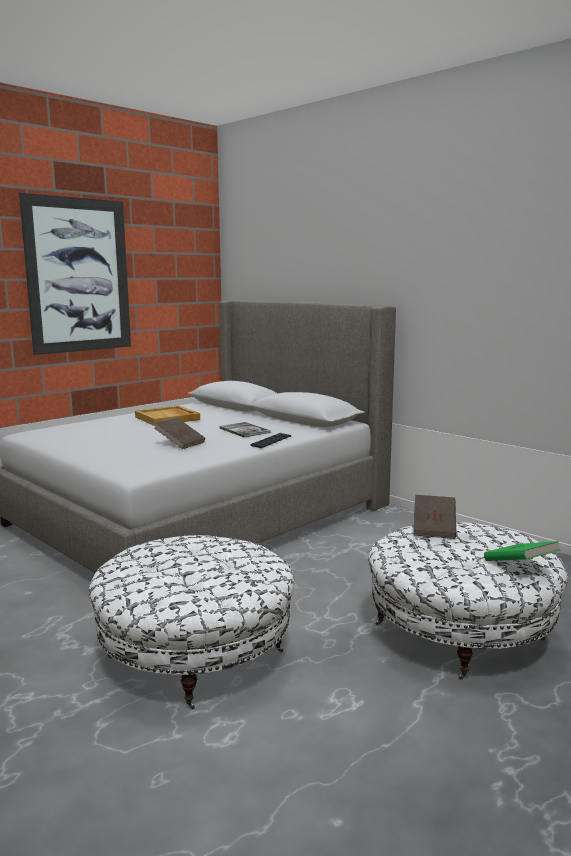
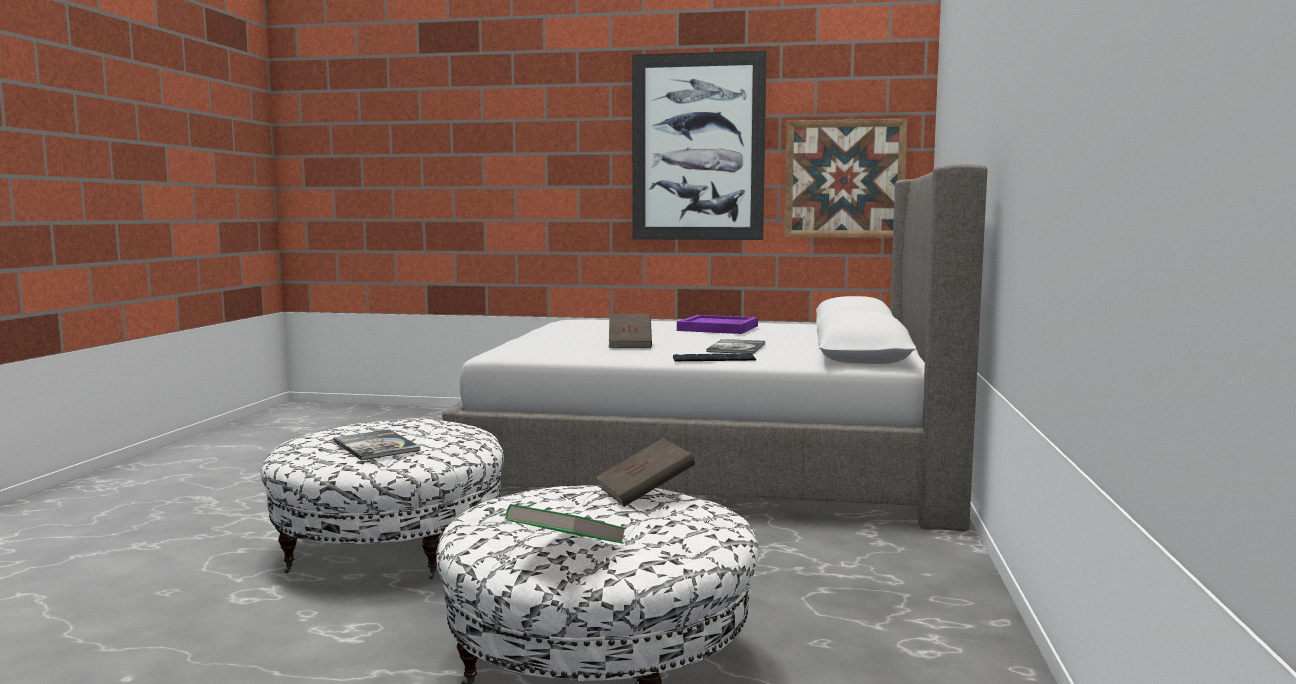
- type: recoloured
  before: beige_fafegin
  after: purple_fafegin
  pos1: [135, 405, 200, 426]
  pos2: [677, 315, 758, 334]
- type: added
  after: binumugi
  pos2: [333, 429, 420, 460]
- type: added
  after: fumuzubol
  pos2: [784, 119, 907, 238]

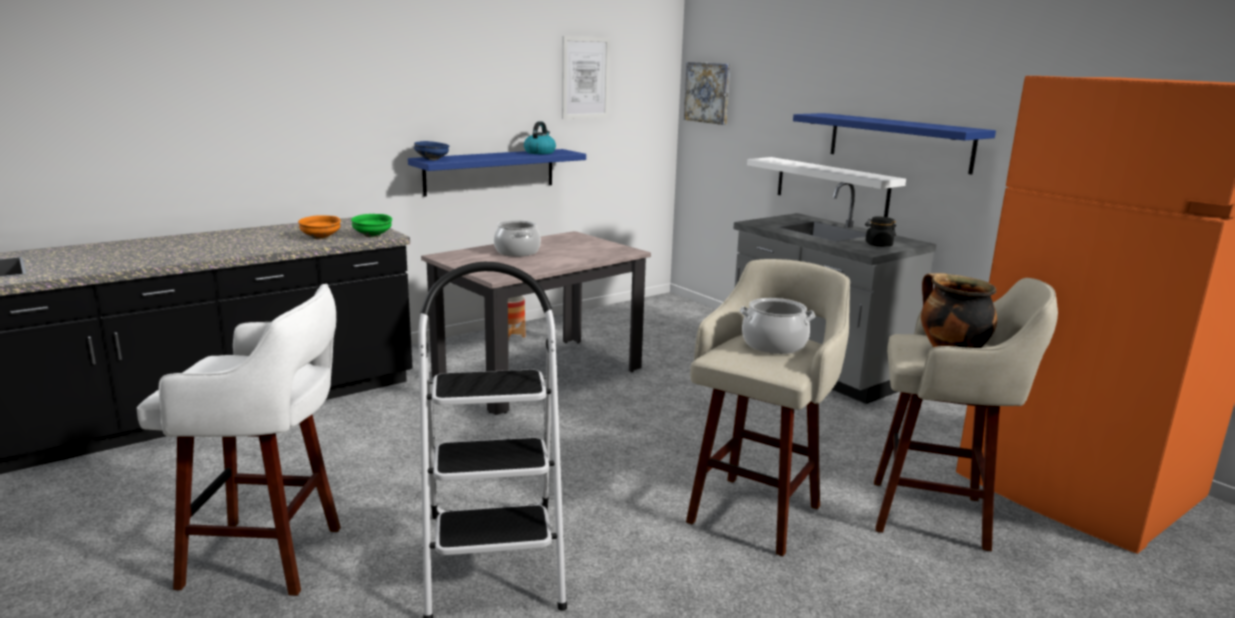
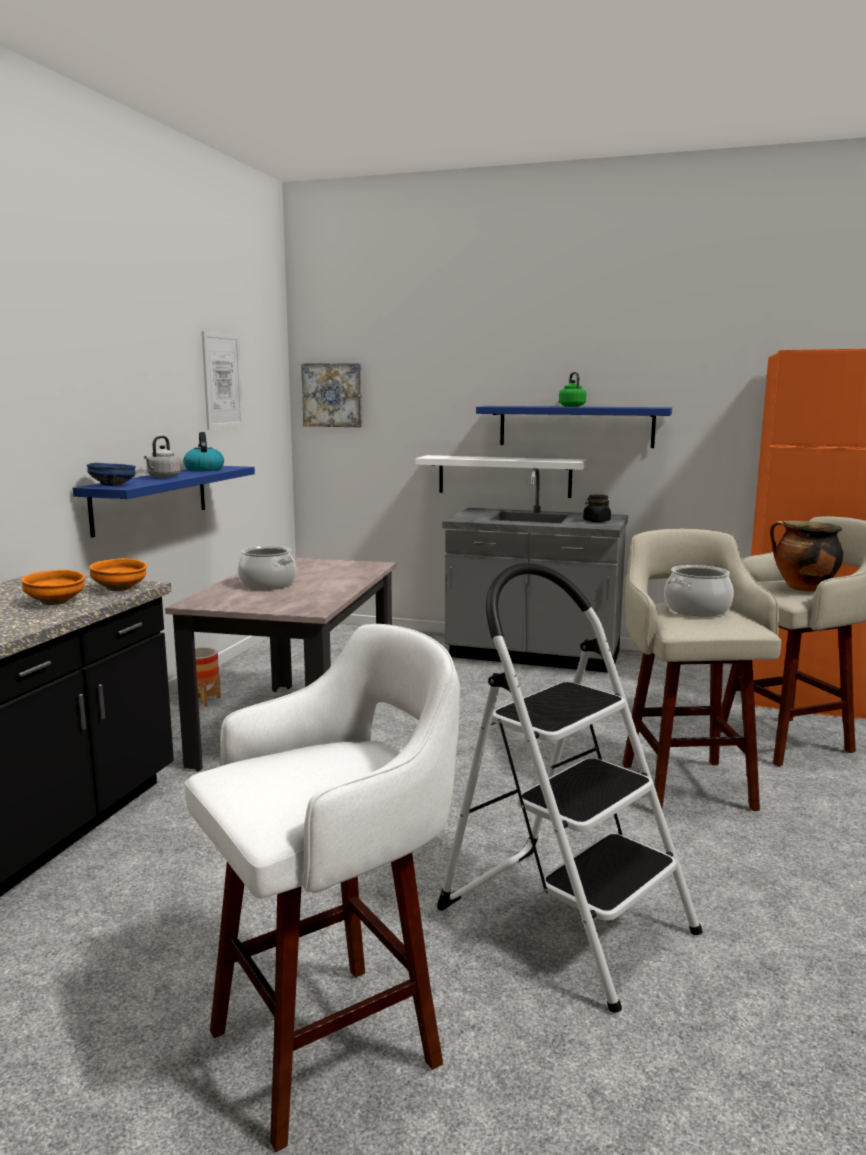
- type: recoloured
  before: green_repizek
  after: orange_repizek
  pos1: [351, 214, 392, 237]
  pos2: [89, 558, 147, 591]
- type: added
  after: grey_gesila
  pos2: [144, 436, 181, 478]
- type: added
  after: green_gesila
  pos2: [559, 372, 586, 407]

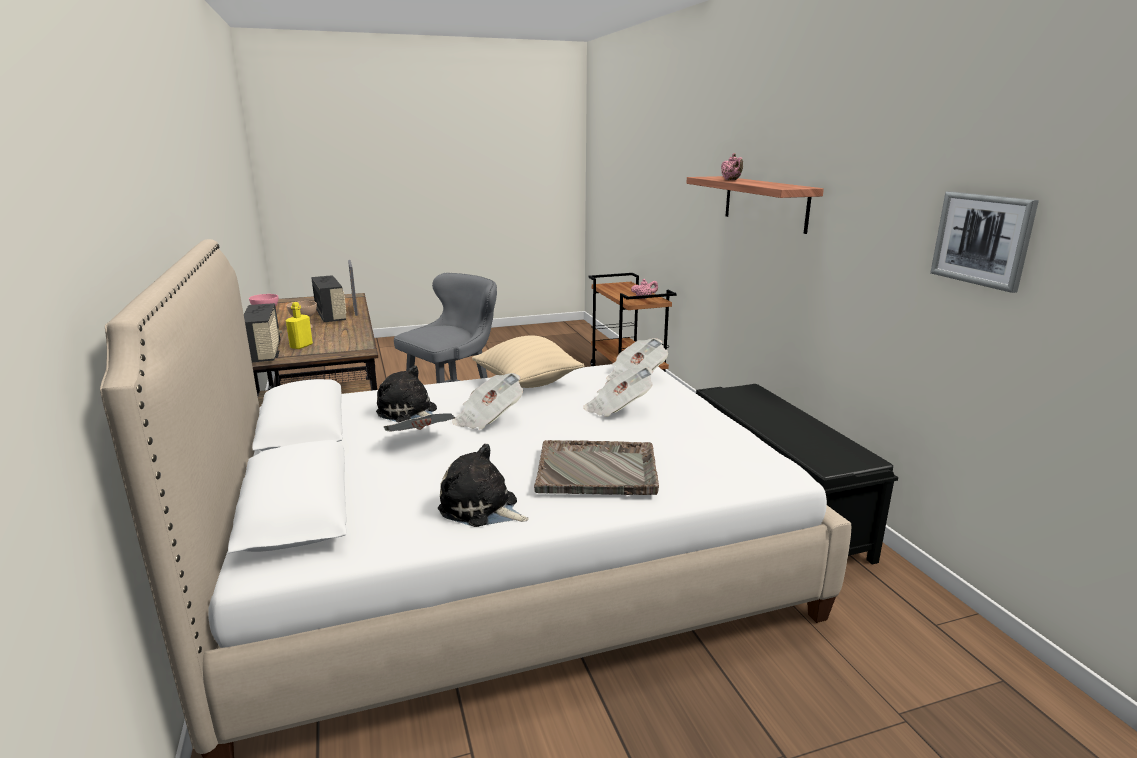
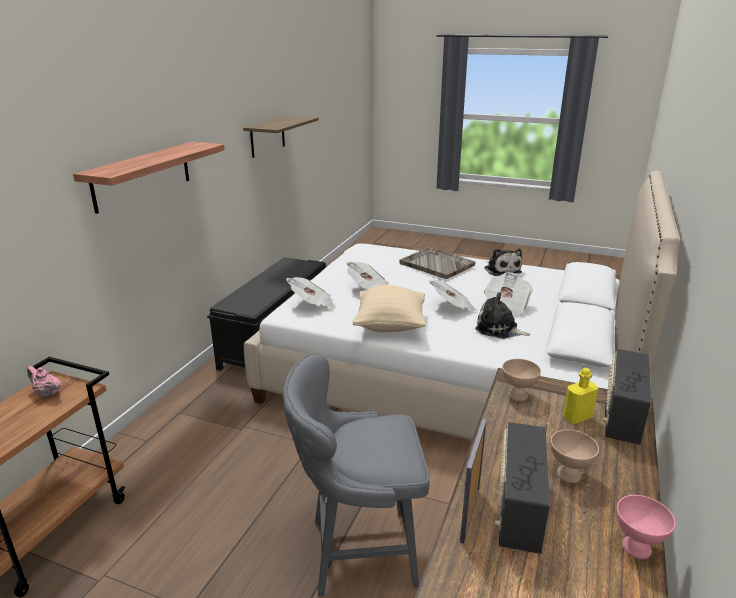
- type: turned
  before: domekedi
  pos1: [376, 365, 437, 422]
  pos2: [475, 292, 530, 339]
  turn: 135
- type: removed
  before: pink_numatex
  pos1: [721, 153, 743, 180]
- type: replaced
  before: fumuzubol
  after: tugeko
  pos1: [930, 191, 1039, 293]
  pos2: [243, 116, 319, 158]
- type: added
  after: beige_repizek
  pos2: [502, 359, 541, 401]

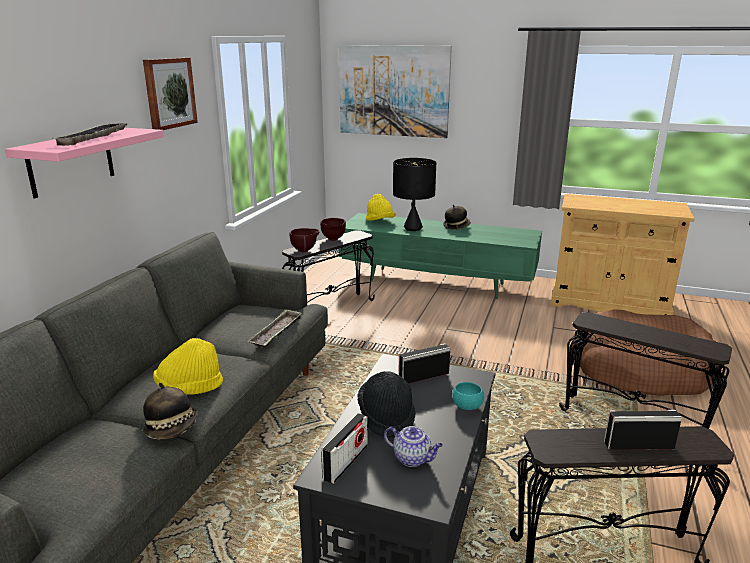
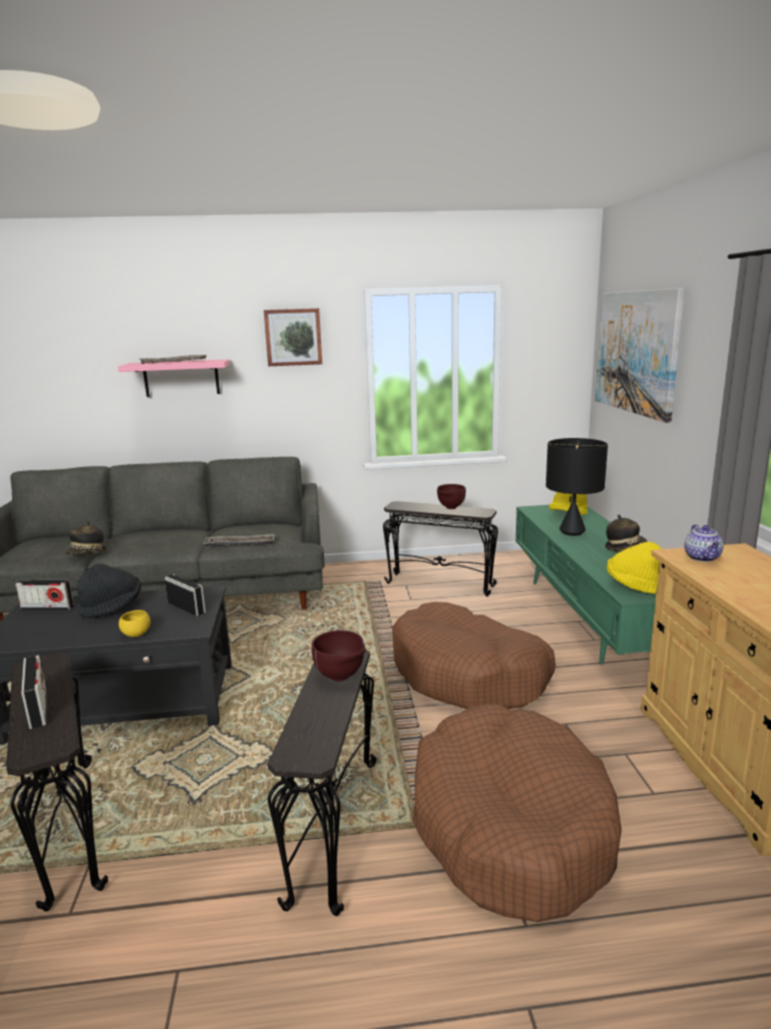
- type: moved
  before: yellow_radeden
  pos1: [153, 338, 223, 395]
  pos2: [607, 542, 662, 594]
- type: moved
  before: brown_repizek
  pos1: [290, 228, 320, 252]
  pos2: [311, 630, 366, 681]
- type: moved
  before: numatex
  pos1: [384, 426, 443, 467]
  pos2: [684, 524, 724, 562]
- type: recoloured
  before: turquoise_repizek
  after: yellow_repizek
  pos1: [452, 382, 484, 410]
  pos2: [119, 610, 150, 637]
- type: added
  after: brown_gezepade
  pos2: [392, 602, 556, 709]

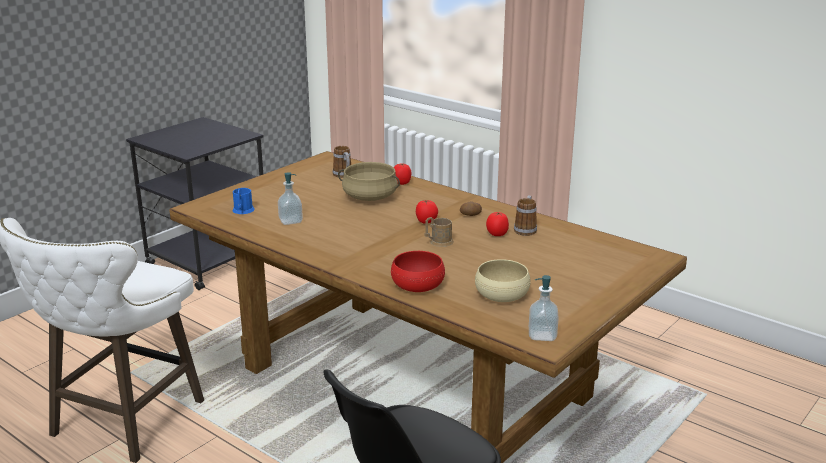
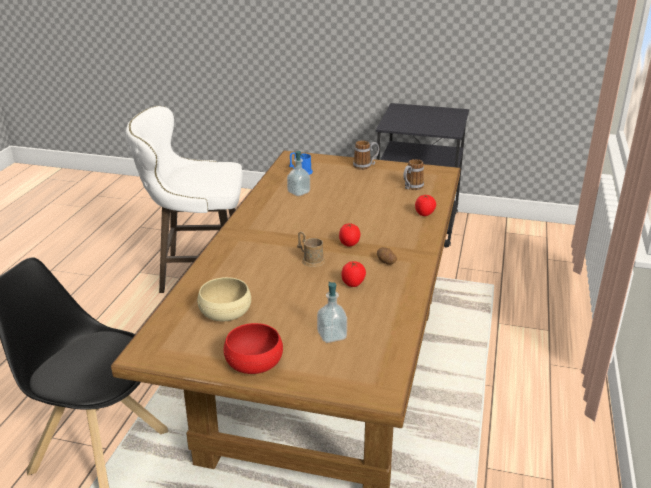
- type: removed
  before: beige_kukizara
  pos1: [338, 162, 400, 201]
- type: moved
  before: red_repizek
  pos1: [391, 251, 445, 292]
  pos2: [224, 323, 283, 374]
- type: moved
  before: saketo
  pos1: [514, 196, 537, 236]
  pos2: [353, 140, 379, 170]
- type: moved
  before: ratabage
  pos1: [529, 275, 559, 341]
  pos2: [317, 282, 347, 343]

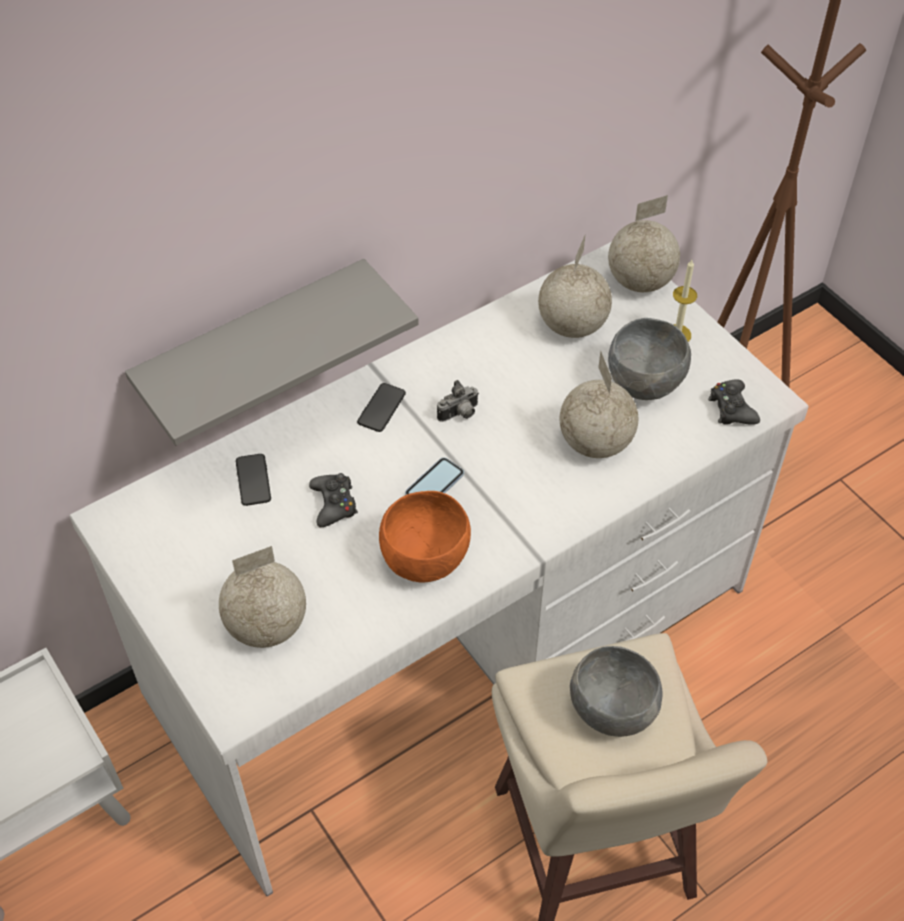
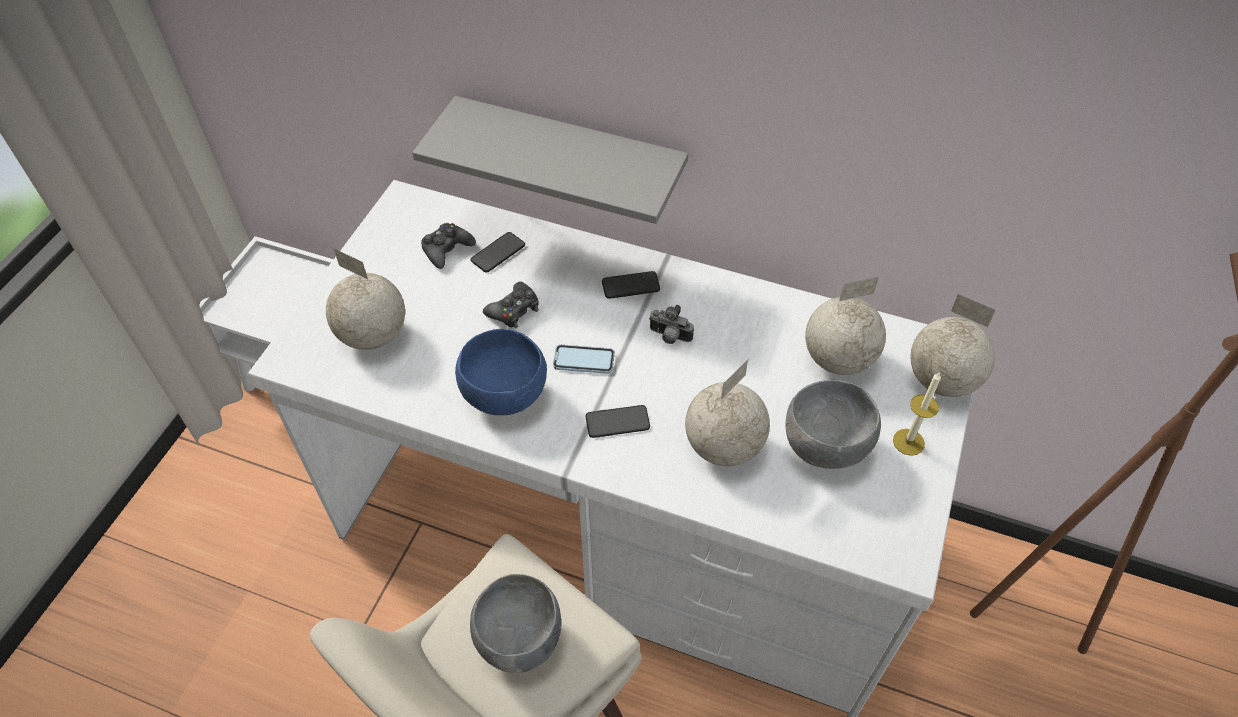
- type: recoloured
  before: orange_repizek
  after: blue_repizek
  pos1: [379, 491, 471, 583]
  pos2: [455, 329, 547, 415]
- type: moved
  before: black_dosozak
  pos1: [708, 379, 760, 425]
  pos2: [421, 223, 476, 269]
- type: added
  after: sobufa
  pos2: [586, 405, 650, 438]

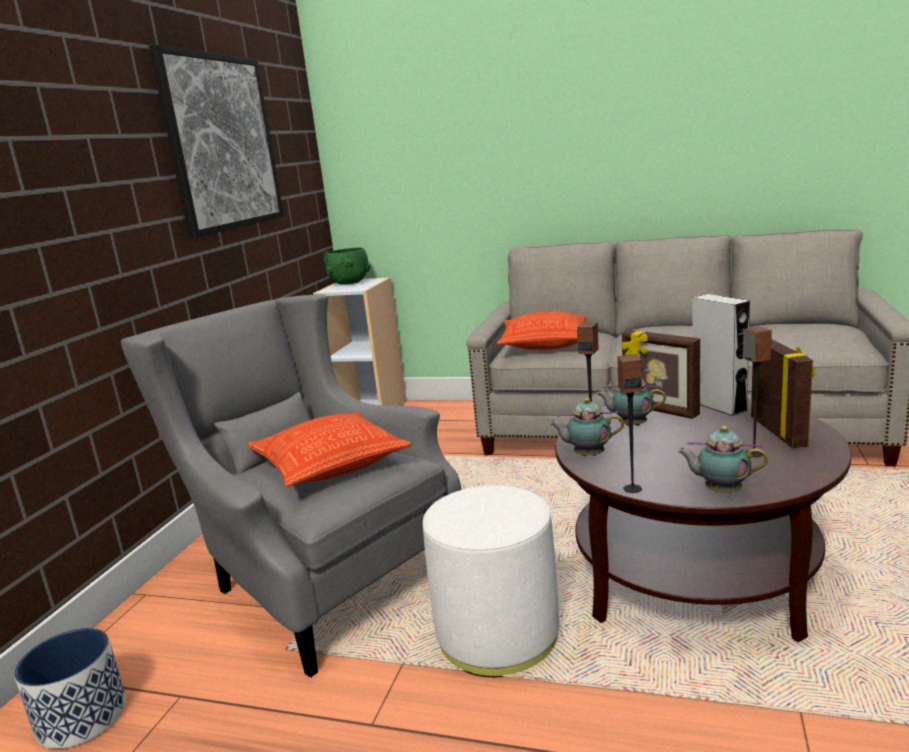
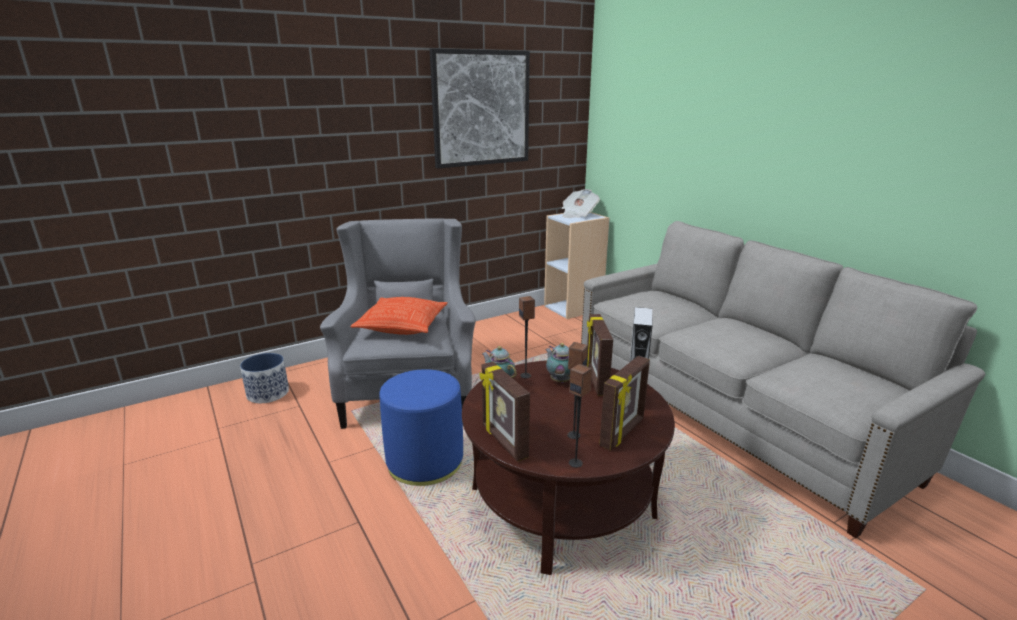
- type: replaced
  before: green_repizek
  after: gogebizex
  pos1: [323, 248, 371, 285]
  pos2: [562, 189, 600, 218]
- type: recoloured
  before: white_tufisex
  after: blue_tufisex
  pos1: [423, 485, 559, 677]
  pos2: [379, 369, 463, 486]
- type: removed
  before: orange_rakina
  pos1: [497, 311, 587, 350]
- type: moved
  before: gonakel
  pos1: [617, 354, 642, 493]
  pos2: [569, 364, 592, 468]
- type: replaced
  before: numatex
  after: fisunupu
  pos1: [677, 426, 768, 493]
  pos2: [479, 361, 530, 462]

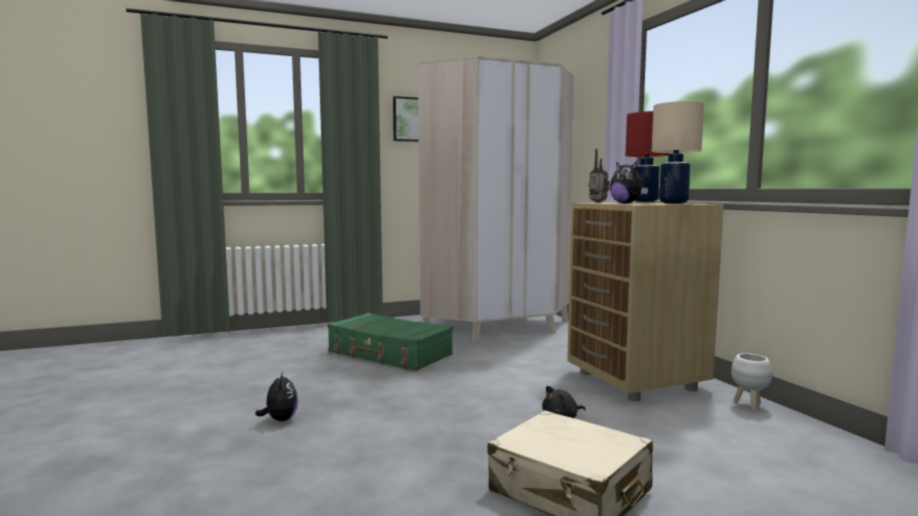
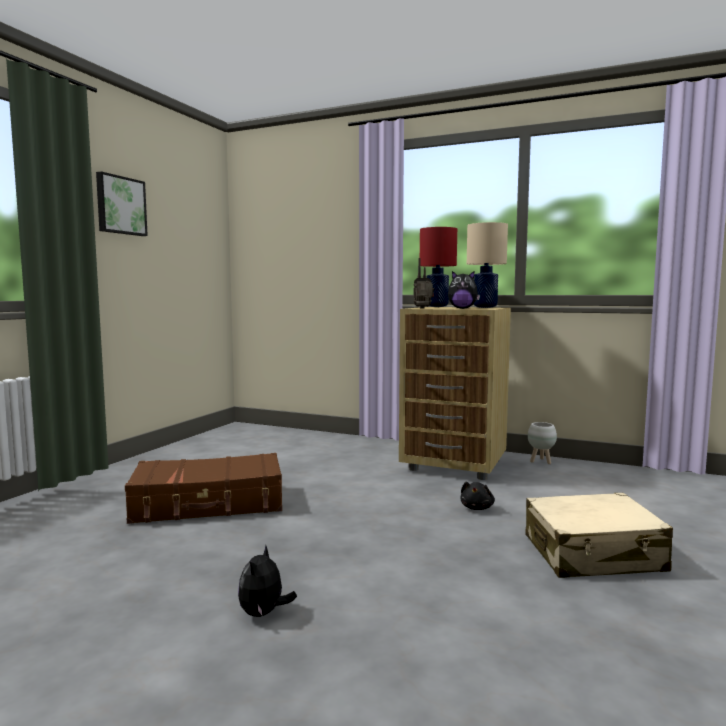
- type: turned
  before: domekedi
  pos1: [255, 371, 298, 421]
  pos2: [238, 545, 297, 617]
  turn: -105
- type: recoloured
  before: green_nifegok
  after: brown_nifegok
  pos1: [328, 313, 453, 371]
  pos2: [125, 453, 282, 524]
- type: removed
  before: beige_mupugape
  pos1: [418, 56, 574, 342]

